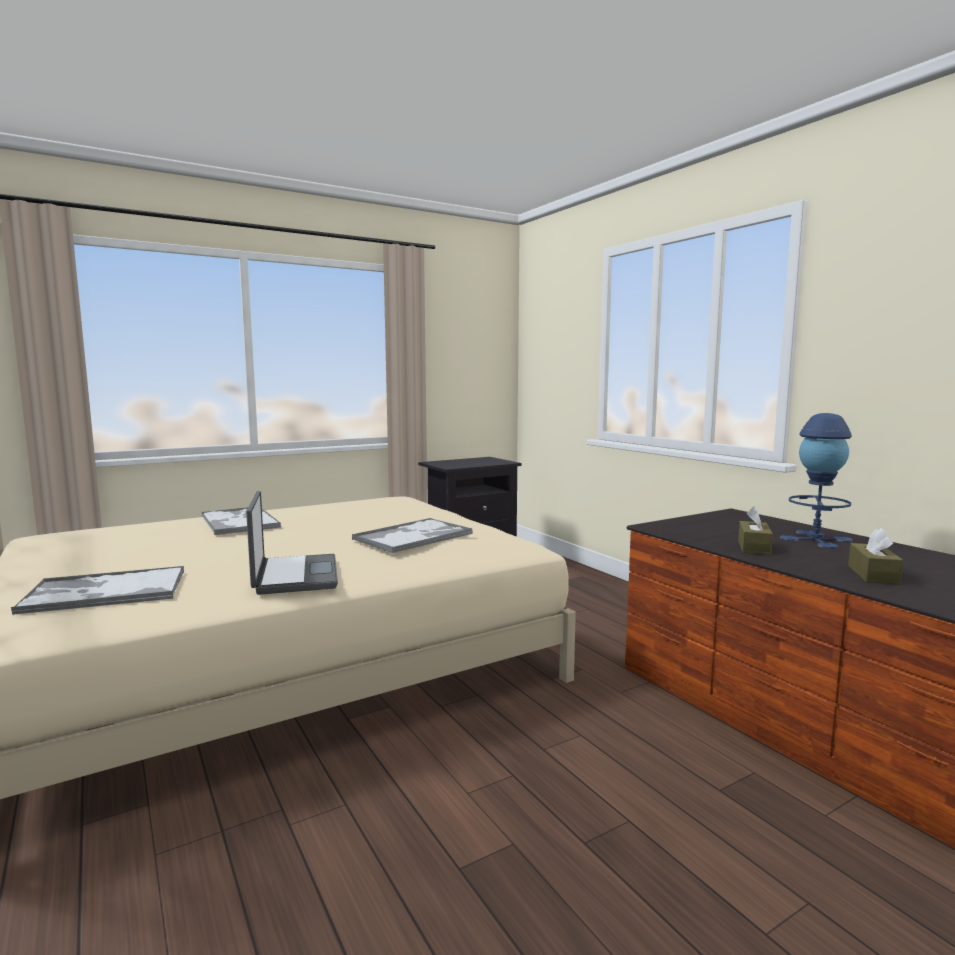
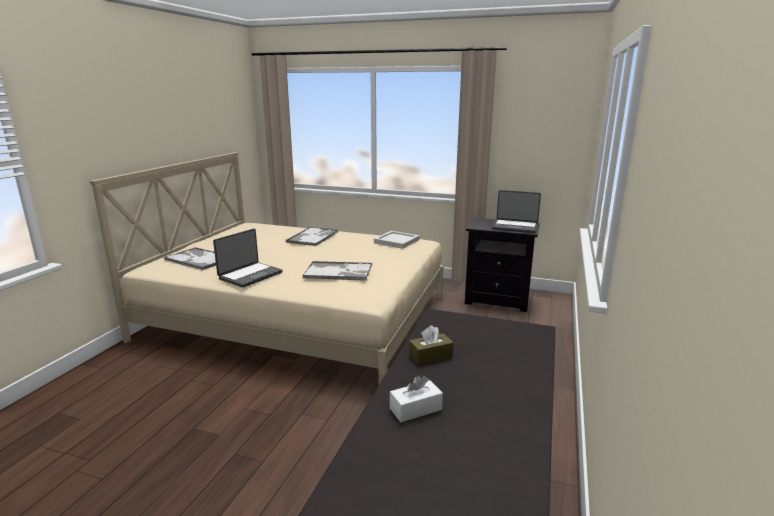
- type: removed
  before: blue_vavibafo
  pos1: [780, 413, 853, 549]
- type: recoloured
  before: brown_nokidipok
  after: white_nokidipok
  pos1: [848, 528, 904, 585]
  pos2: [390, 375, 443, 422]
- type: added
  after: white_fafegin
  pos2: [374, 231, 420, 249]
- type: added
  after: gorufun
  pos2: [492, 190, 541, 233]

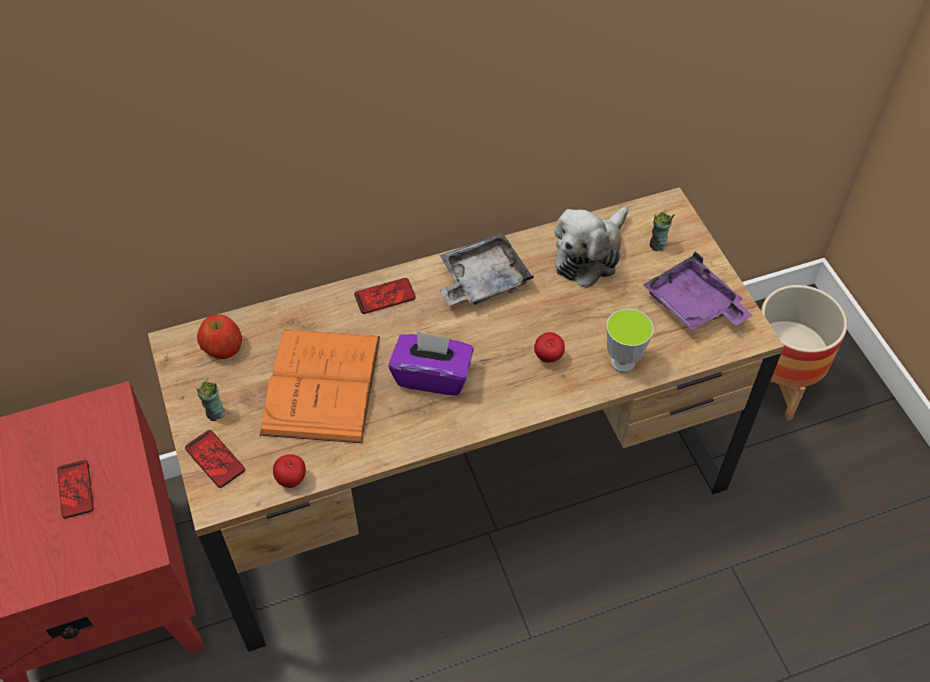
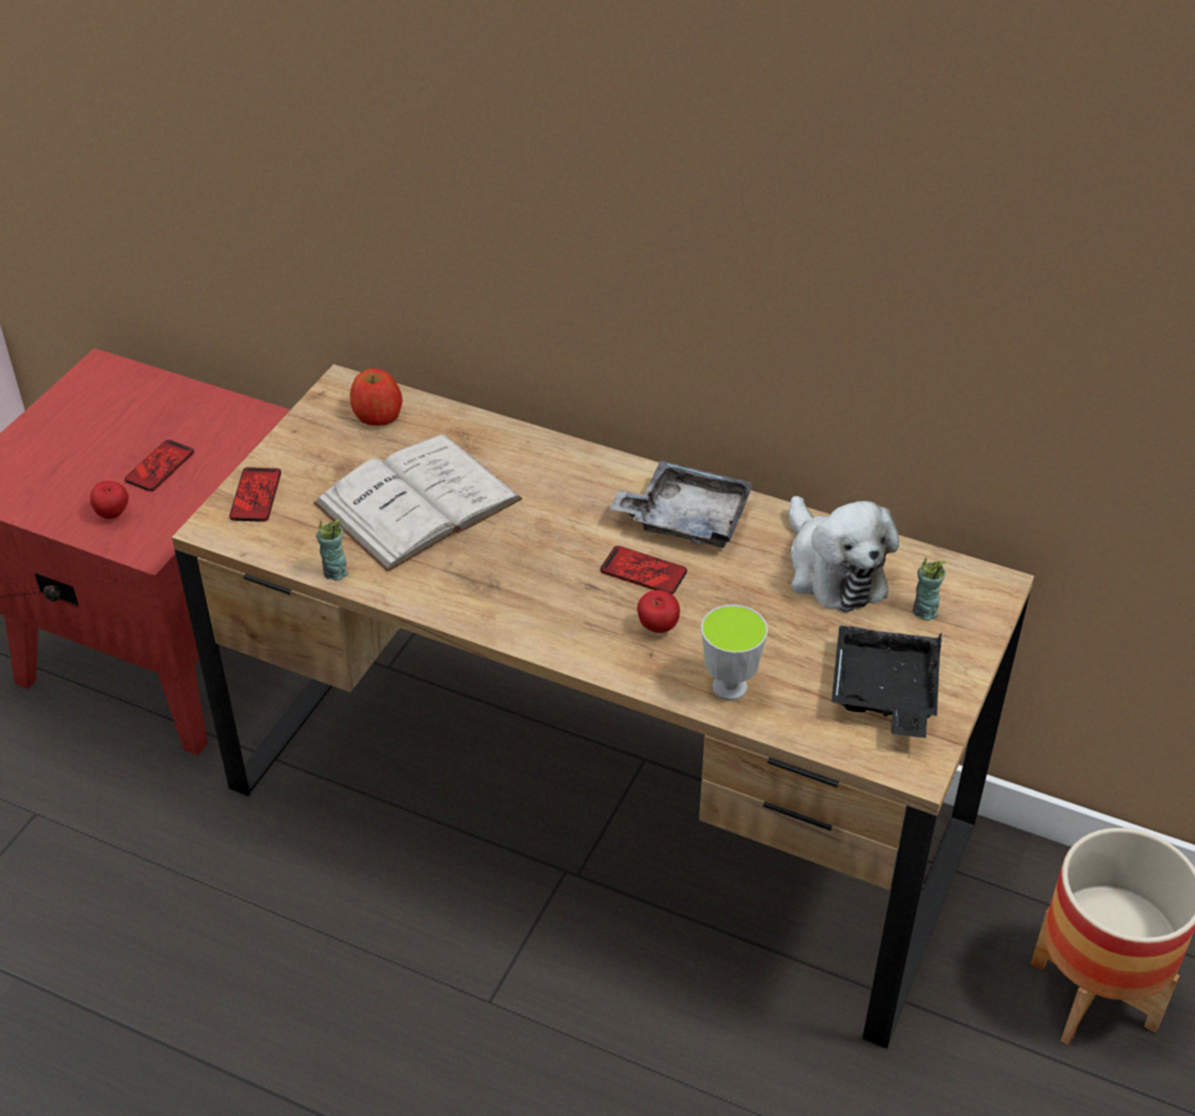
- type: moved
  before: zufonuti
  pos1: [196, 378, 225, 421]
  pos2: [316, 519, 348, 581]
- type: recoloured
  before: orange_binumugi
  after: white_binumugi
  pos1: [259, 329, 380, 443]
  pos2: [313, 434, 522, 572]
- type: moved
  before: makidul
  pos1: [273, 454, 306, 488]
  pos2: [90, 481, 129, 519]
- type: moved
  before: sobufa
  pos1: [354, 278, 416, 314]
  pos2: [600, 546, 687, 594]
- type: removed
  before: purple_nokidipok
  pos1: [388, 331, 474, 396]
- type: turned
  before: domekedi
  pos1: [555, 207, 628, 288]
  pos2: [789, 496, 899, 612]
  turn: -105
- type: recoloured
  before: purple_fafegin
  after: black_fafegin
  pos1: [643, 251, 752, 331]
  pos2: [832, 625, 942, 738]

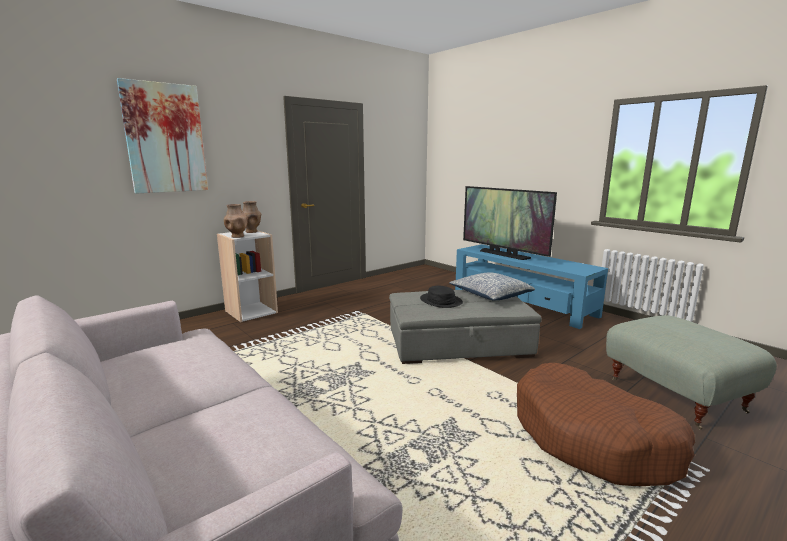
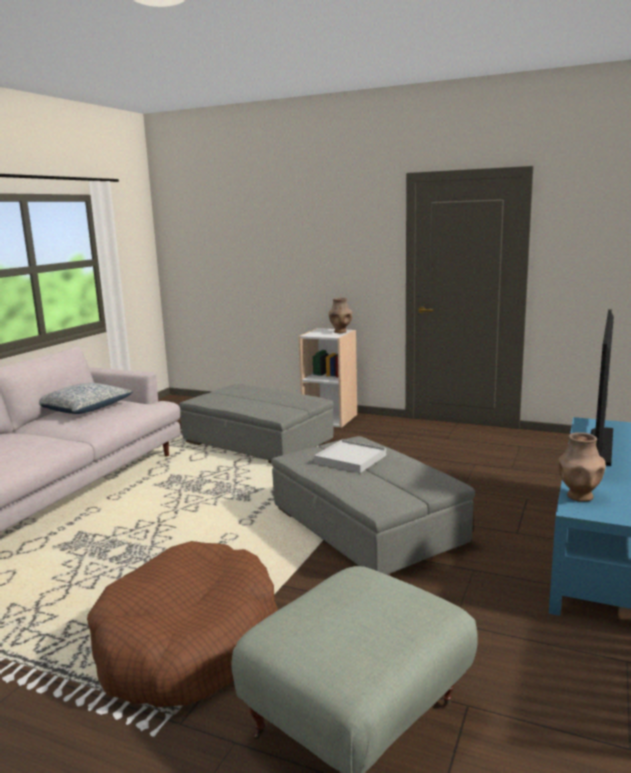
- type: removed
  before: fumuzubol
  pos1: [117, 78, 208, 194]
- type: moved
  before: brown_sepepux
  pos1: [224, 204, 248, 238]
  pos2: [558, 432, 606, 502]
- type: replaced
  before: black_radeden
  after: white_fafegin
  pos1: [420, 285, 463, 308]
  pos2: [314, 440, 386, 473]
- type: moved
  before: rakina
  pos1: [449, 272, 535, 301]
  pos2: [39, 383, 133, 414]
- type: added
  after: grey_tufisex
  pos2: [179, 384, 334, 463]

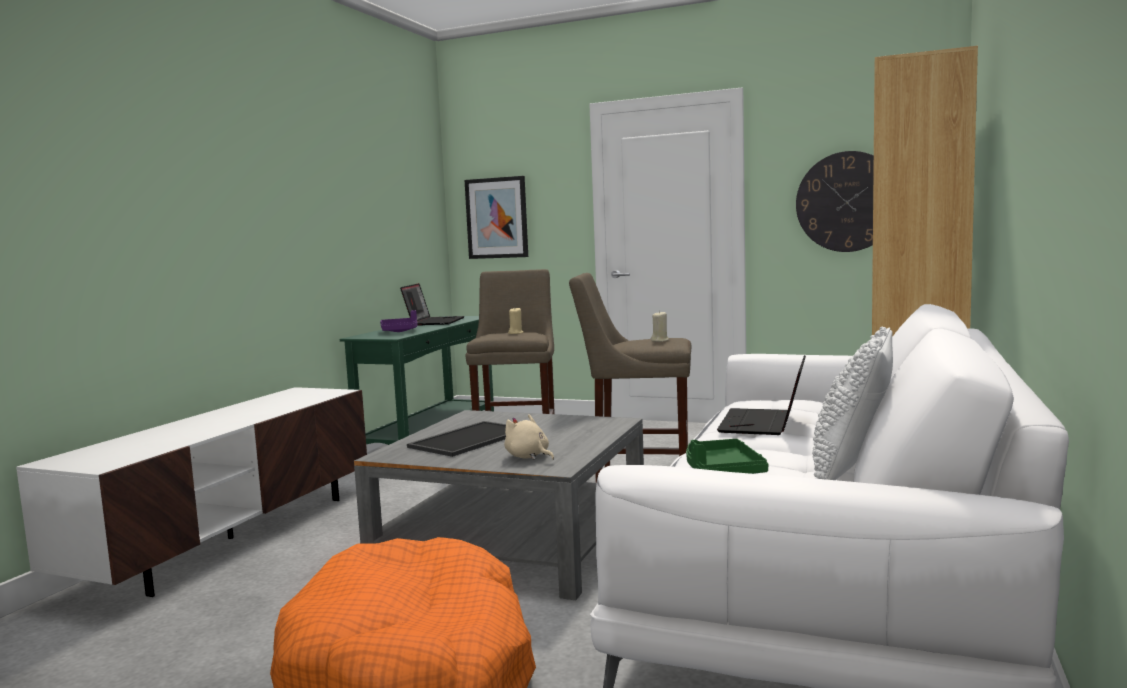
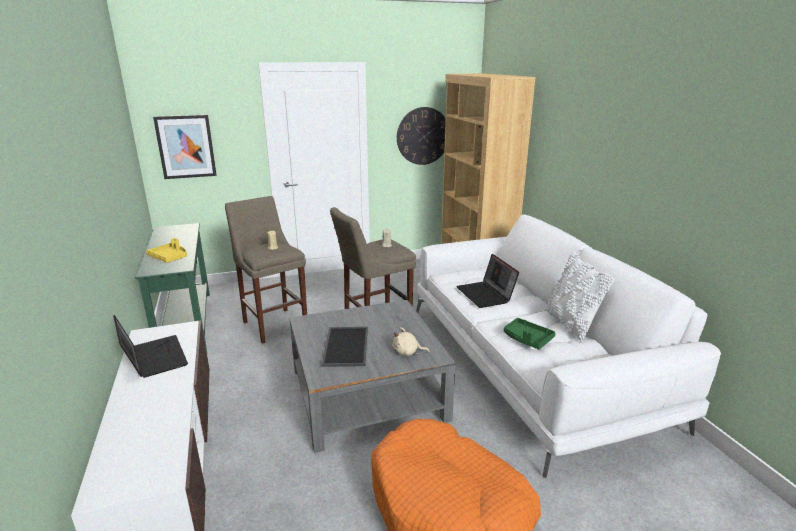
- type: recoloured
  before: purple_fafegin
  after: yellow_fafegin
  pos1: [380, 310, 417, 332]
  pos2: [146, 238, 187, 263]
- type: moved
  before: gorufun
  pos1: [400, 283, 464, 326]
  pos2: [113, 315, 188, 378]

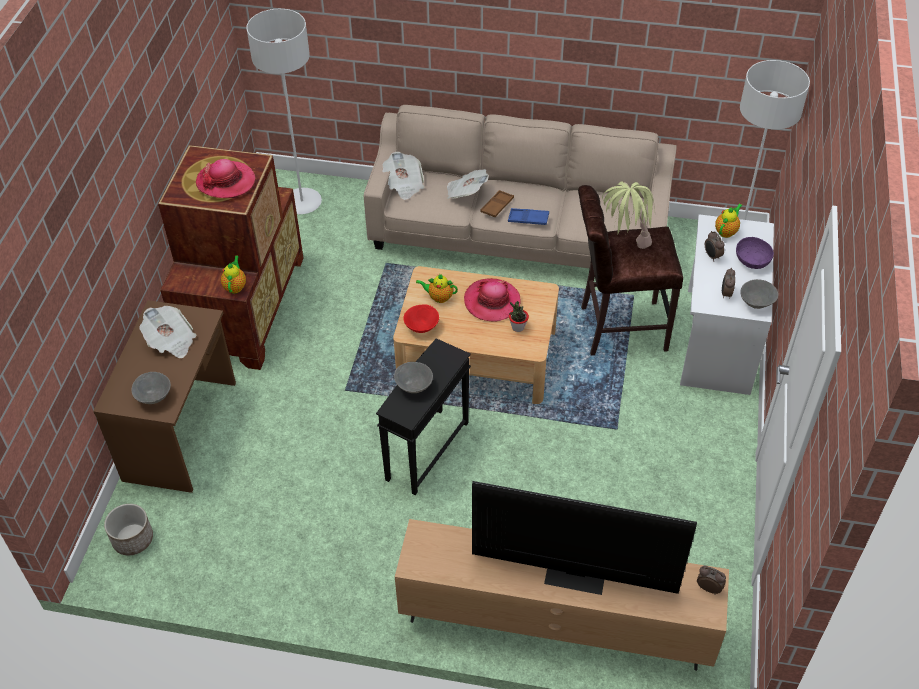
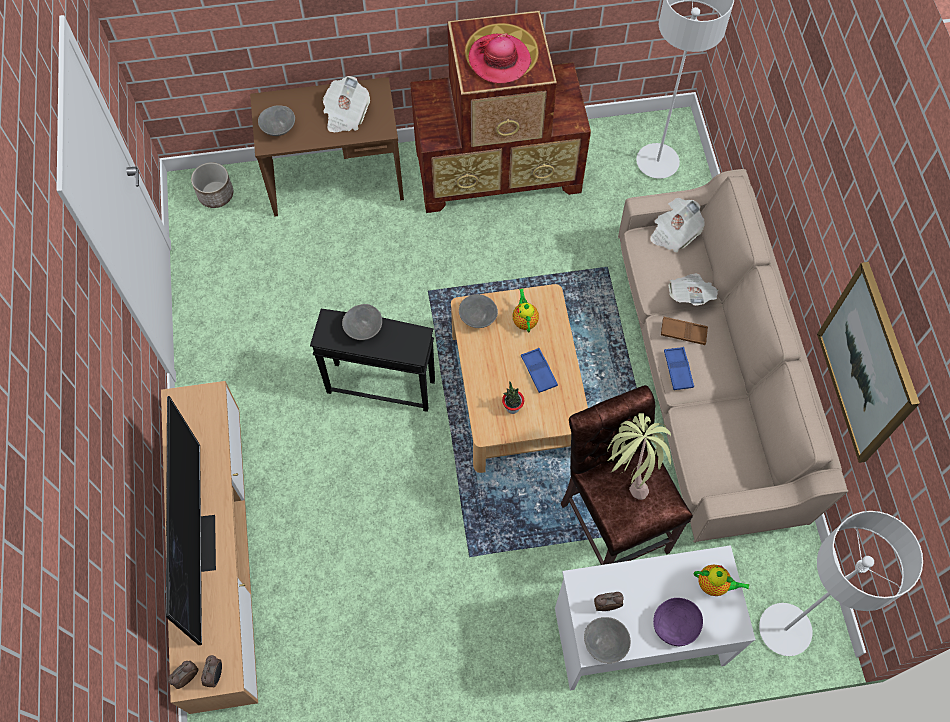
- type: removed
  before: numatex
  pos1: [221, 256, 246, 294]
- type: recoloured
  before: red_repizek
  after: grey_repizek
  pos1: [403, 304, 439, 333]
  pos2: [459, 294, 498, 328]
- type: replaced
  before: radeden
  after: blue_fafegin
  pos1: [464, 278, 521, 321]
  pos2: [521, 348, 558, 393]
- type: moved
  before: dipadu
  pos1: [705, 231, 724, 261]
  pos2: [168, 661, 199, 689]
- type: added
  after: fumuzubol
  pos2: [817, 262, 920, 463]

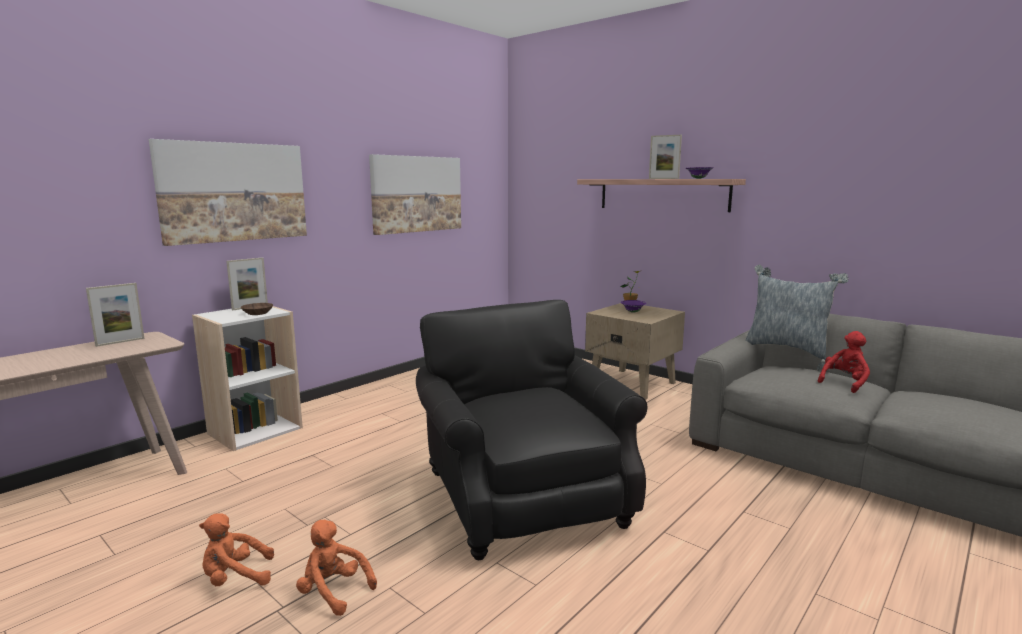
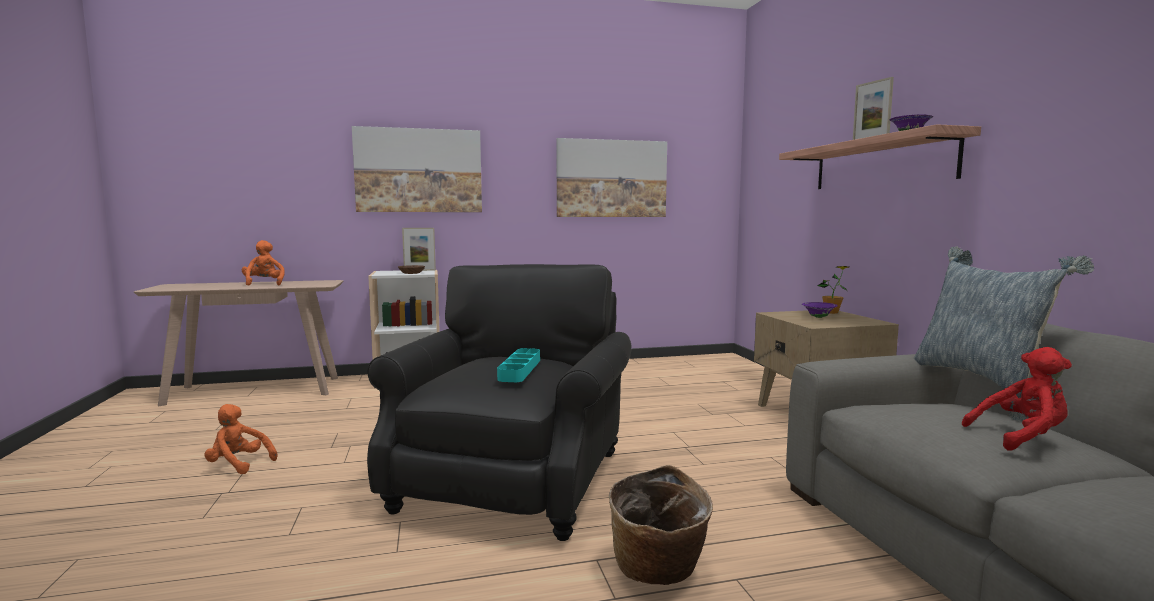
- type: removed
  before: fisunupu
  pos1: [86, 283, 145, 347]
- type: moved
  before: orange_domekedi
  pos1: [296, 520, 377, 616]
  pos2: [242, 240, 285, 285]
- type: added
  after: turquoise_fafegin
  pos2: [497, 348, 540, 382]
- type: added
  after: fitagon
  pos2: [609, 465, 713, 585]

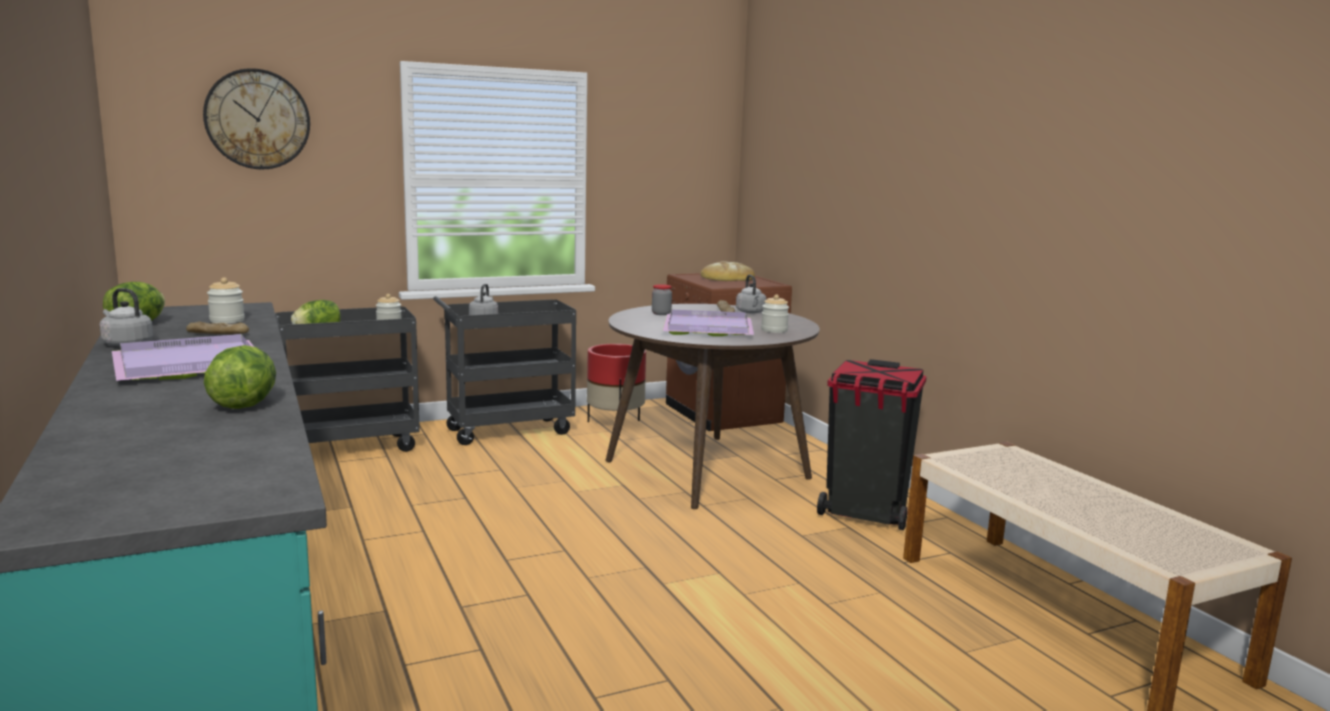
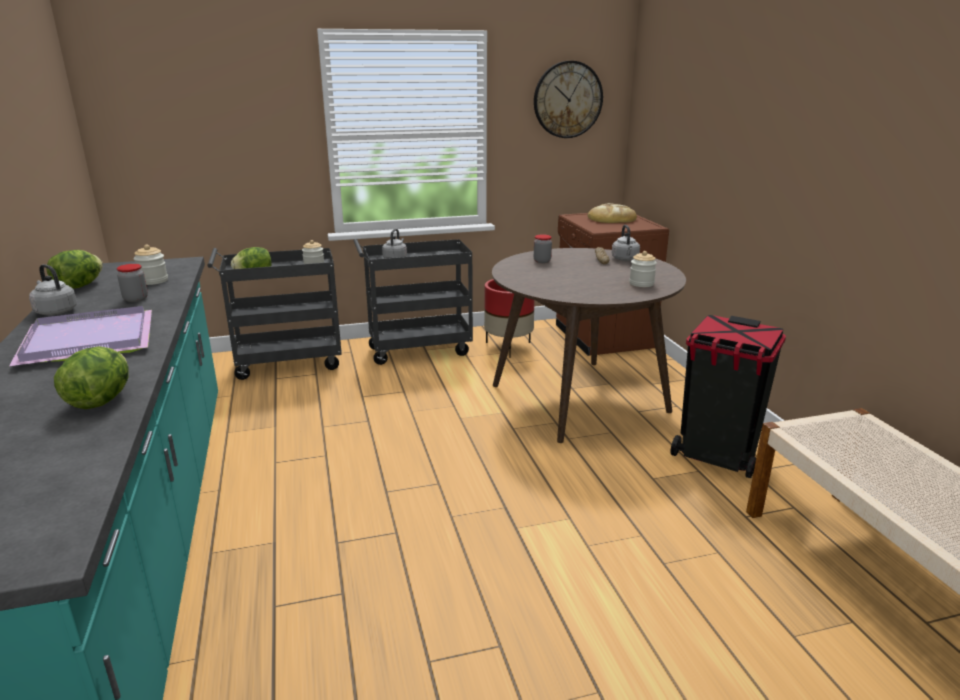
- type: replaced
  before: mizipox
  after: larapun
  pos1: [186, 322, 249, 334]
  pos2: [117, 264, 148, 302]
- type: moved
  before: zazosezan
  pos1: [203, 68, 310, 170]
  pos2: [534, 61, 603, 138]
- type: removed
  before: purple_fafegin
  pos1: [662, 310, 754, 336]

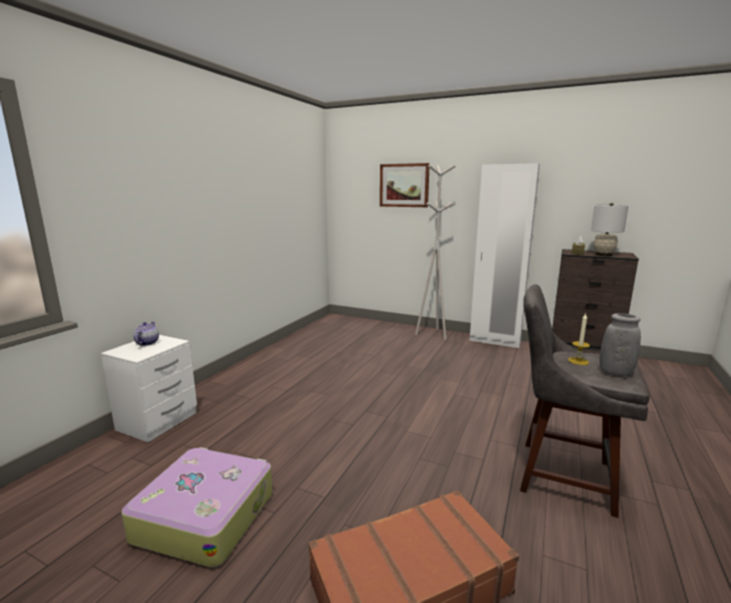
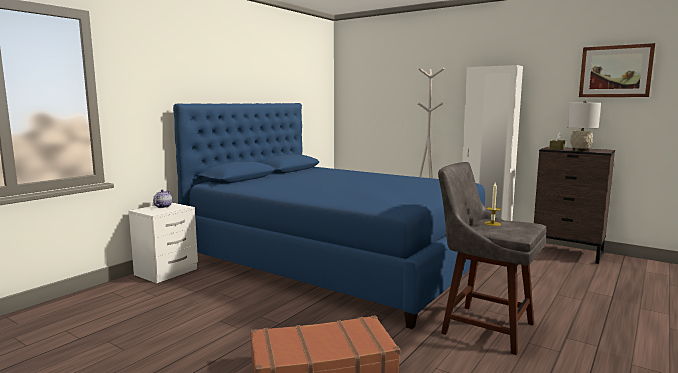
- type: removed
  before: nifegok
  pos1: [121, 447, 273, 568]
- type: moved
  before: fumuzubol
  pos1: [380, 163, 430, 207]
  pos2: [579, 43, 655, 97]
- type: removed
  before: grey_sepepux
  pos1: [600, 313, 641, 376]
- type: added
  after: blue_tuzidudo
  pos2: [173, 103, 496, 329]

